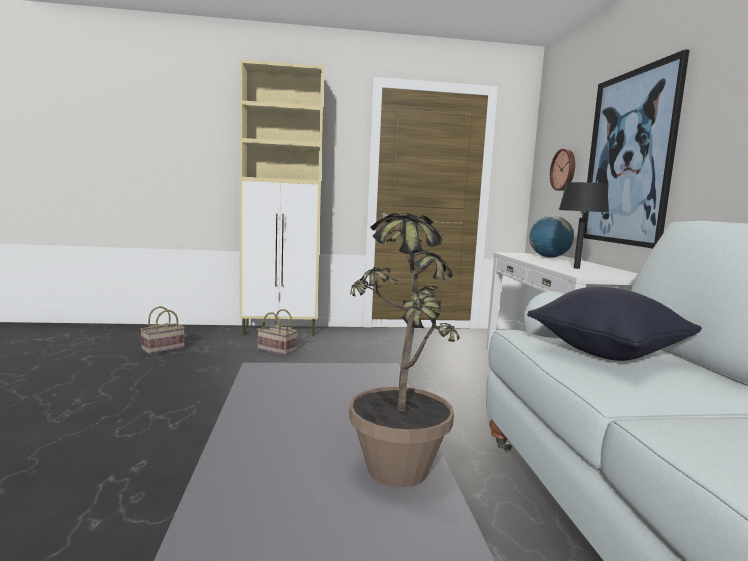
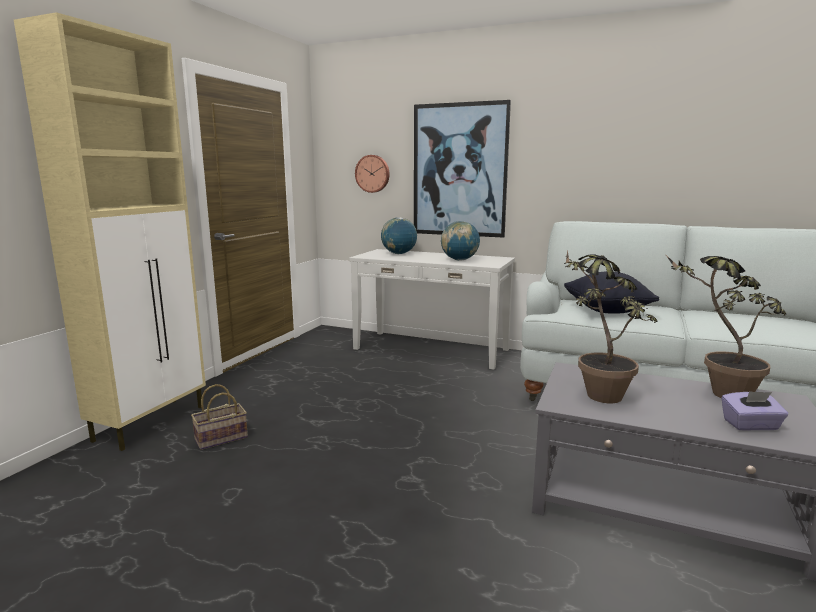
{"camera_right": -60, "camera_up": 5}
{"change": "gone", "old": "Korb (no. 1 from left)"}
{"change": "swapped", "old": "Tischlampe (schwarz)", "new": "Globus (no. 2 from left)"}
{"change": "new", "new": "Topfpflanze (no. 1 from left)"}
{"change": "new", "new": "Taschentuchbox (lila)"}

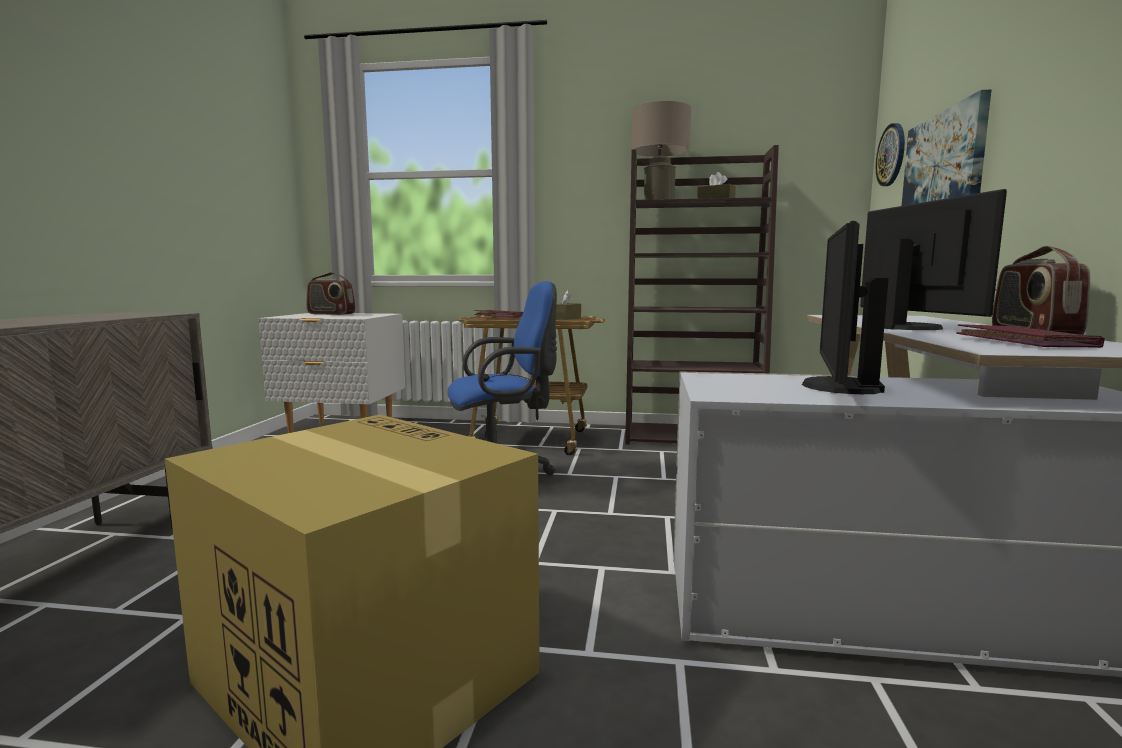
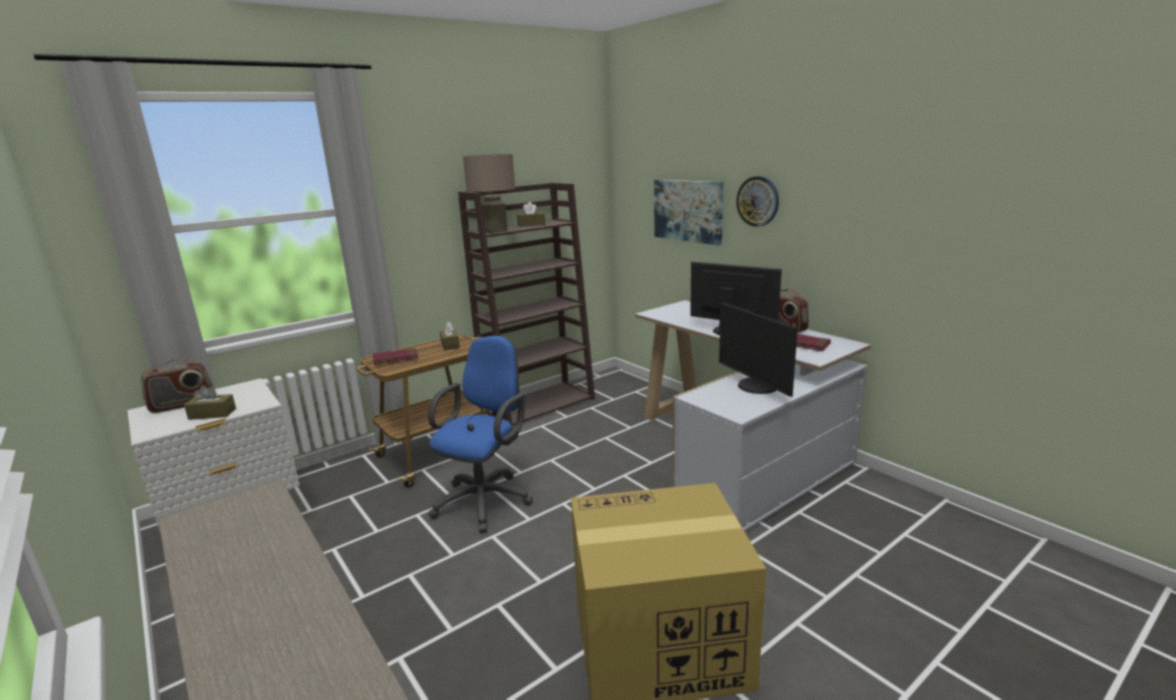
{"camera_right": -45, "camera_up": 10}
{"change": "shifted", "old": "Wanduhr"}
{"change": "new", "new": "Taschentuchbox (braun) (no. 1 from left)"}

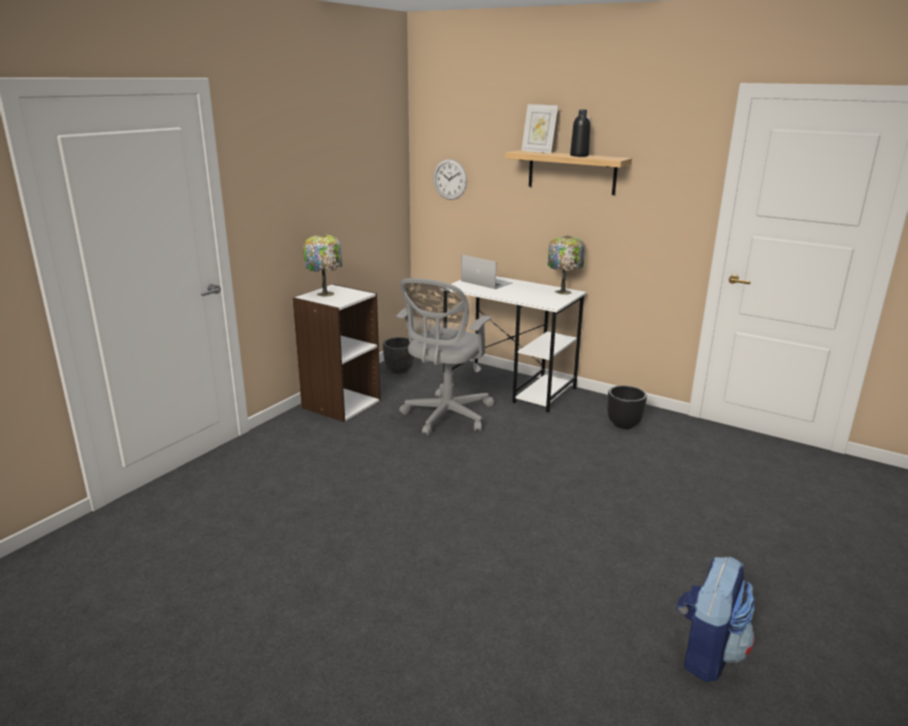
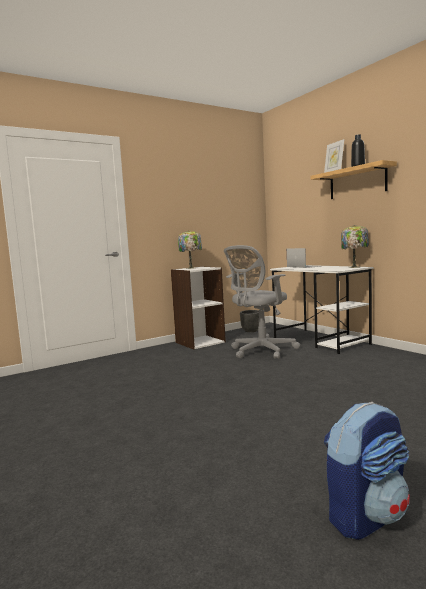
{"camera_right": 25, "camera_up": -15}
{"change": "gone", "old": "Wanduhr"}
{"change": "gone", "old": "Pflanzkübel (schwarz) (no. 2 from left)"}

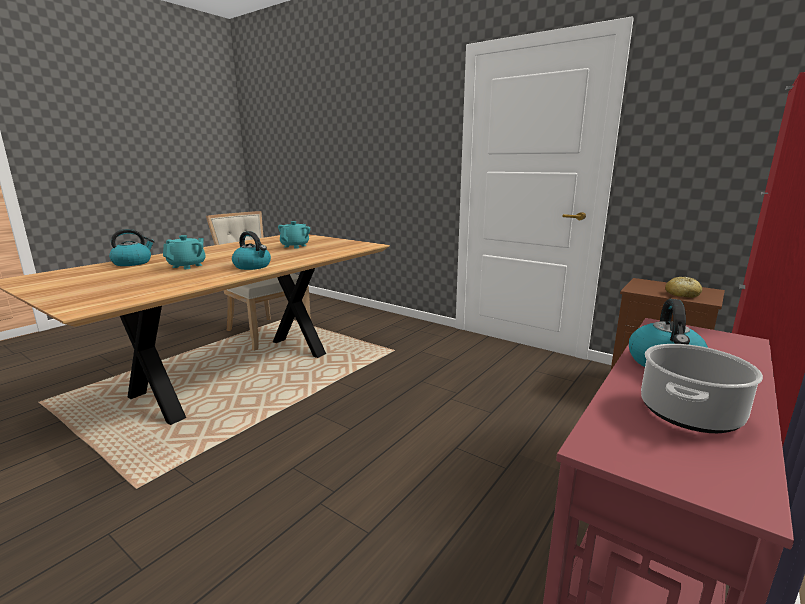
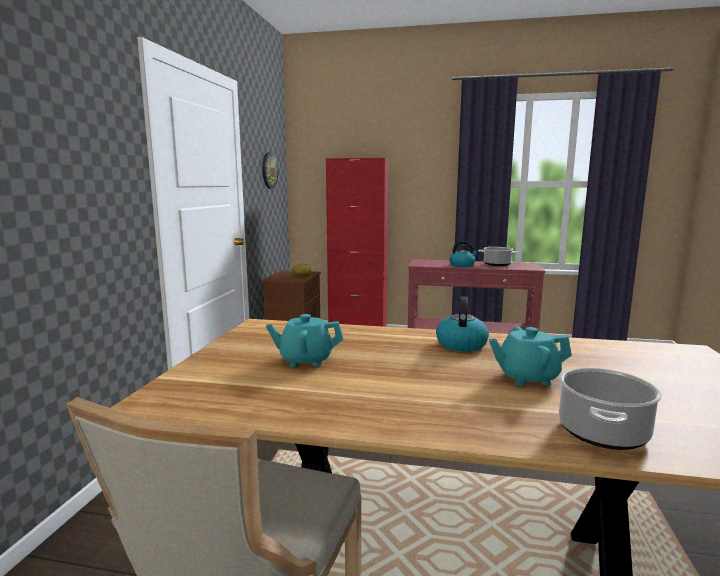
{"camera_right": -115, "camera_up": -5}
{"change": "swapped", "old": "Wasserkessel (no. 1 from left)", "new": "Kochtopf (no. 2 from left)"}
{"change": "new", "new": "Wanduhr"}

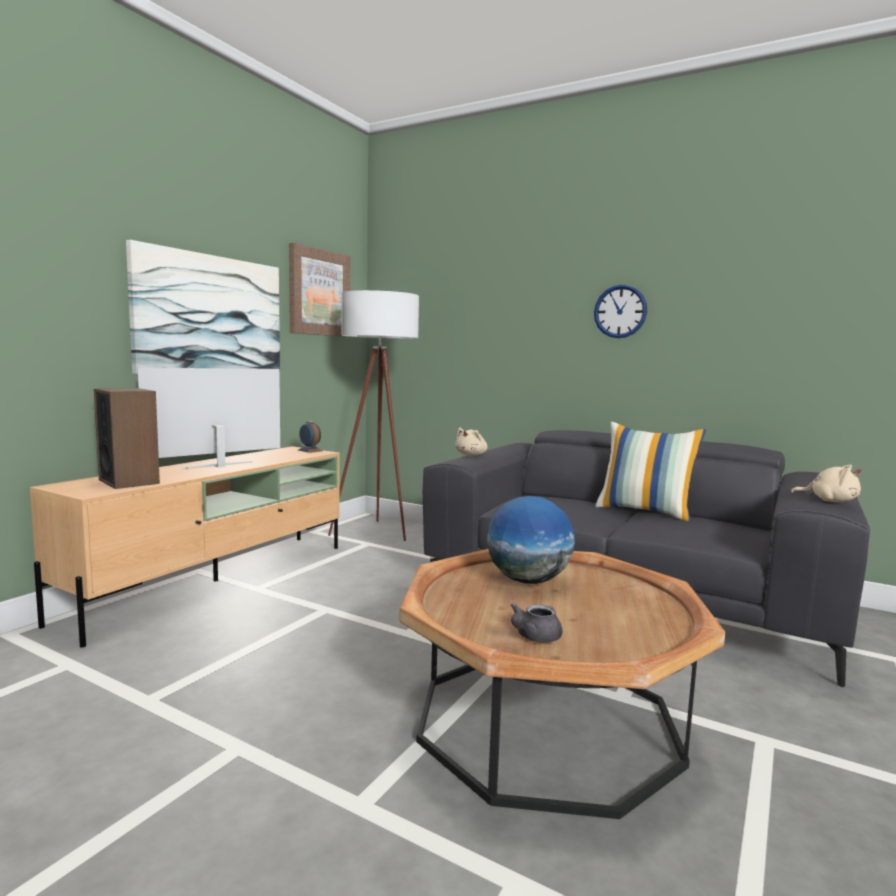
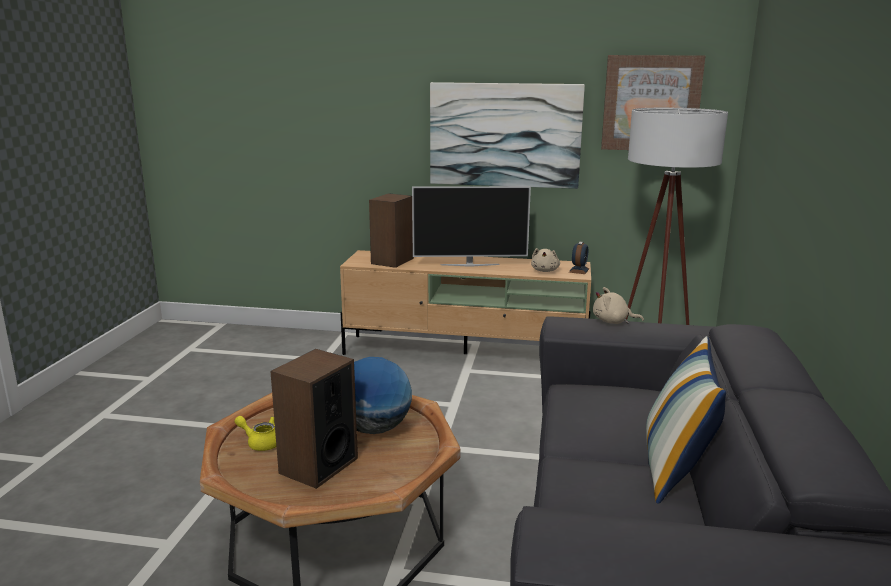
{"camera_right": 70, "camera_up": 10}
{"change": "rotated", "old": "Fernseher", "degrees": 150}
{"change": "repainted", "old": "Teekanne (grau)", "new": "Teekanne (gelb)"}
{"change": "gone", "old": "Wanduhr"}
{"change": "shifted", "old": "Plüschtier (beige) (no. 2 from left in the first image)", "new": "Plüschtier (beige) (no. 1 from left)"}
{"change": "new", "new": "Lautsprecher (no. 1 from left)"}

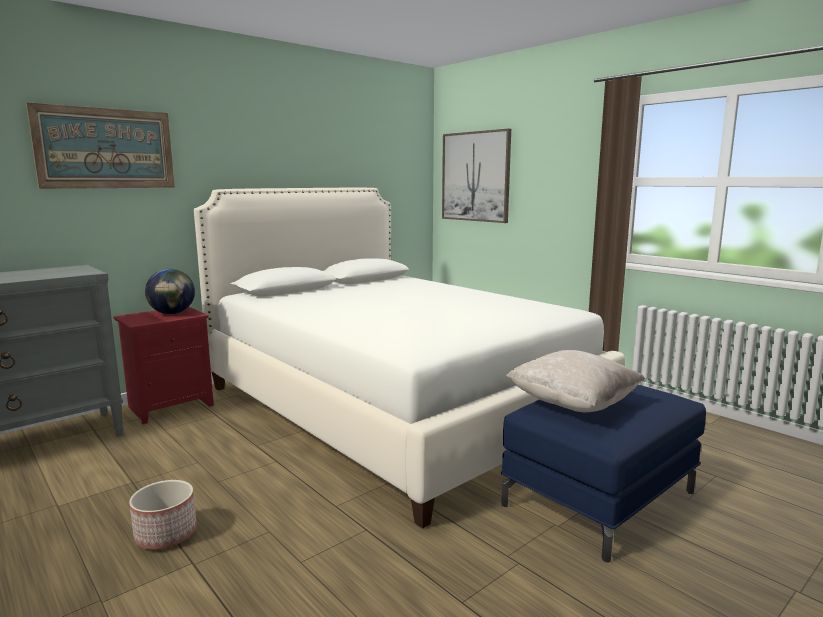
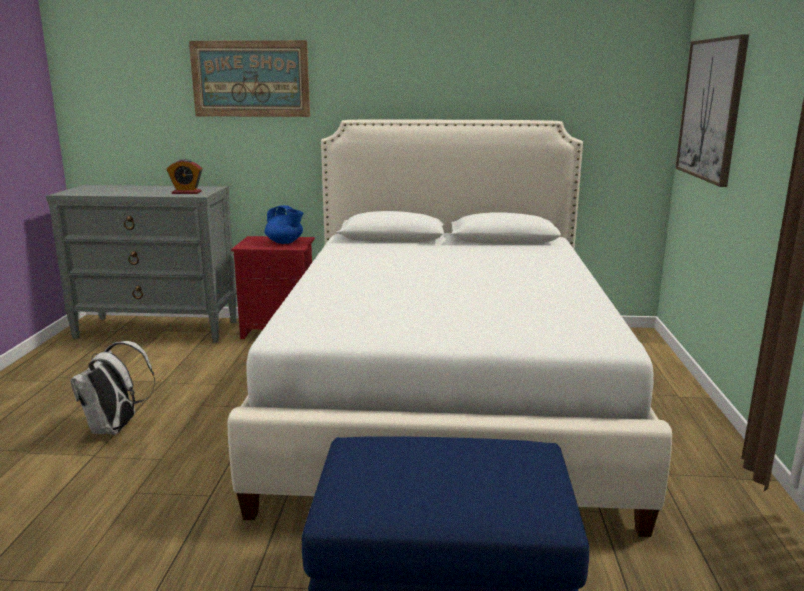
{"camera_right": 45, "camera_up": 5}
{"change": "swapped", "old": "Pflanzkübel", "new": "Rucksack (weiß)"}
{"change": "swapped", "old": "Globus", "new": "Teekanne (blau)"}
{"change": "gone", "old": "Kissen (beige)"}
{"change": "new", "new": "Wecker"}

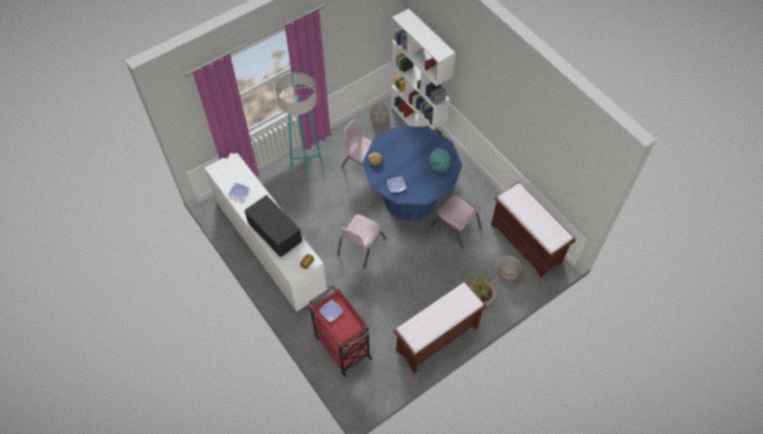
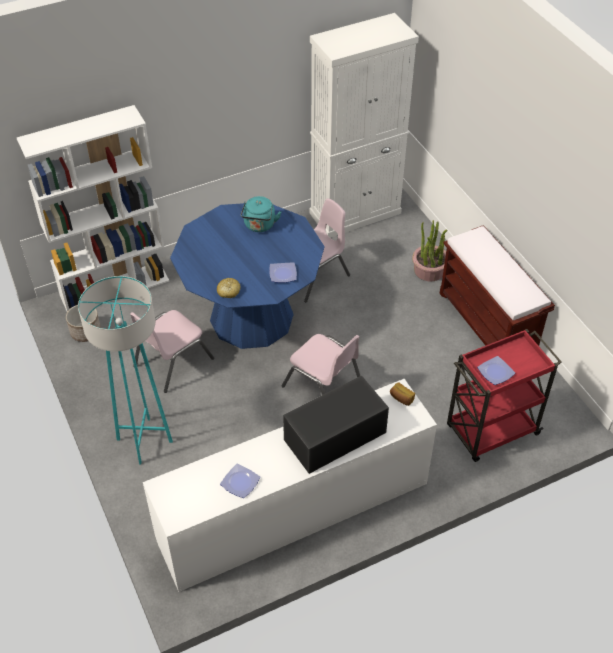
{"camera_right": -80, "camera_up": -10}
{"change": "swapped", "old": "Bank (braun) (no. 2 from left)", "new": "Schrank (weiß)"}
{"change": "gone", "old": "Pflanzkübel (no. 2 from left)"}

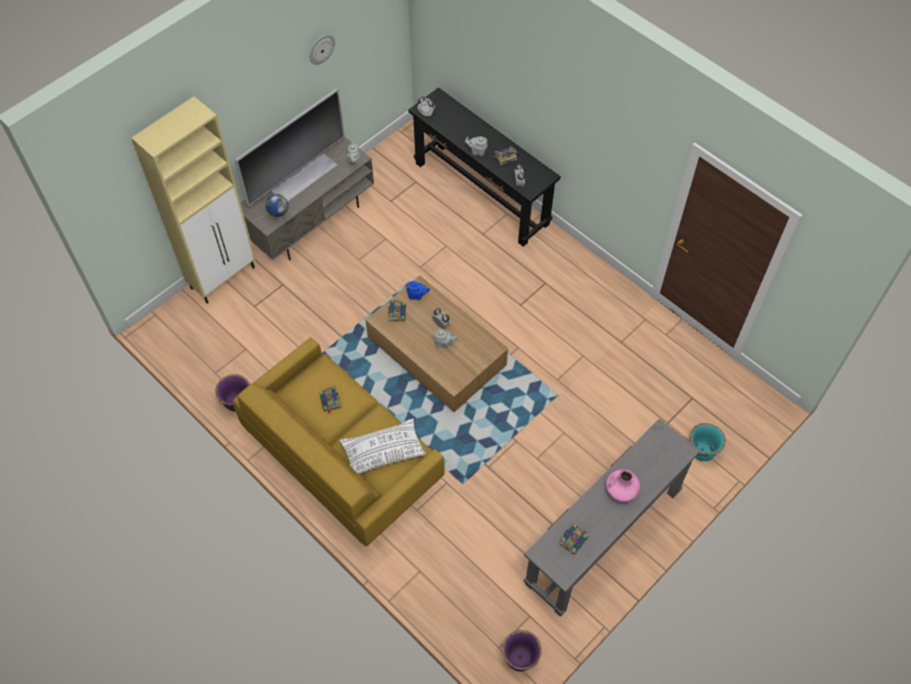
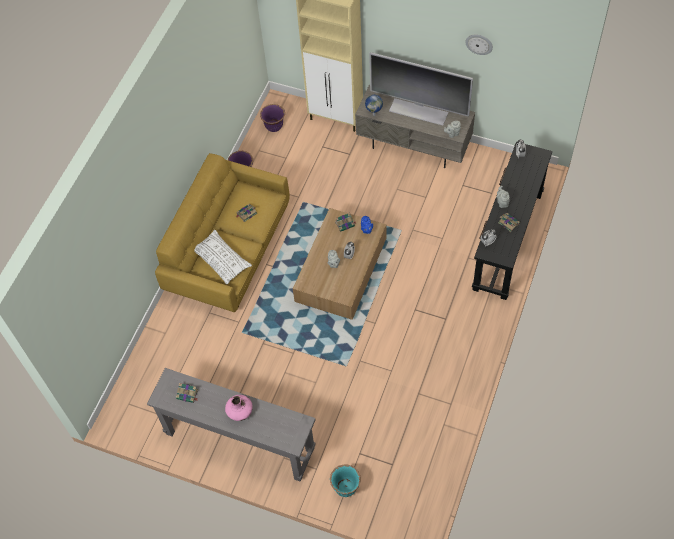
{"camera_right": 70, "camera_up": 0}
{"change": "shifted", "old": "Pflanzkübel (lila) (no. 2 from left)"}

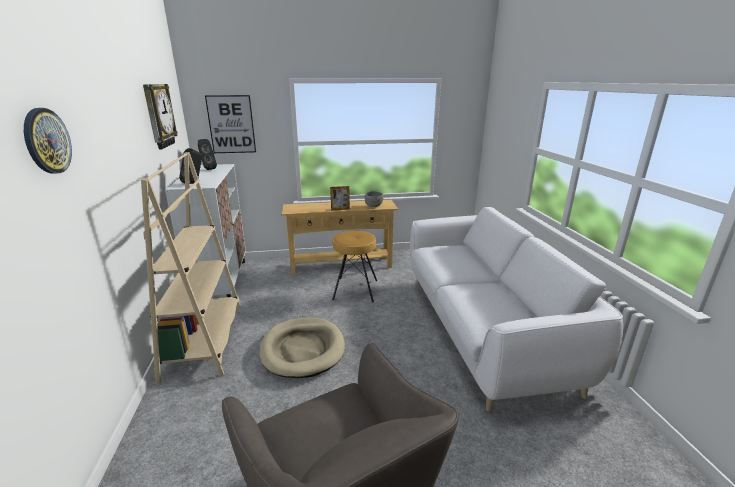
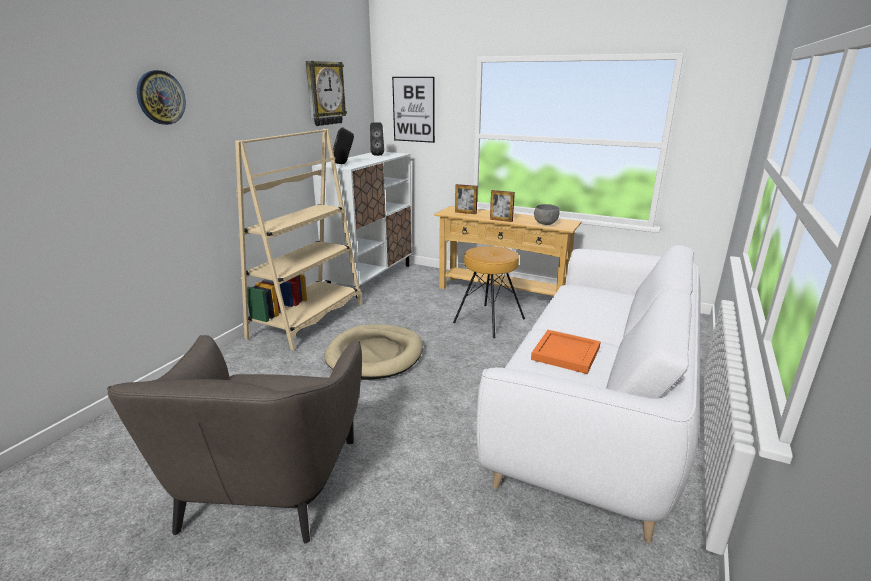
{"camera_right": 35, "camera_up": 0}
{"change": "new", "new": "Bilderrahmen (no. 1 from left)"}
{"change": "new", "new": "Tablett (orange)"}

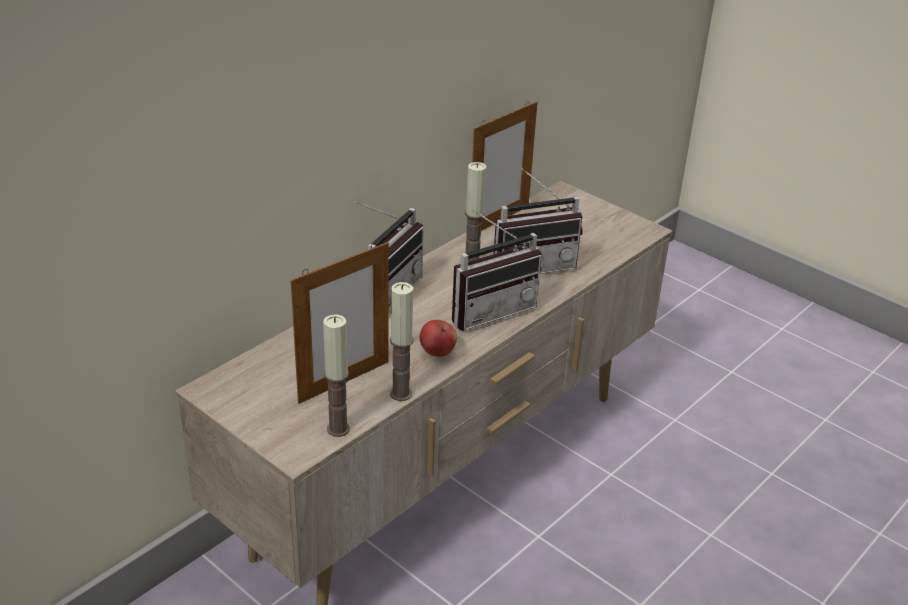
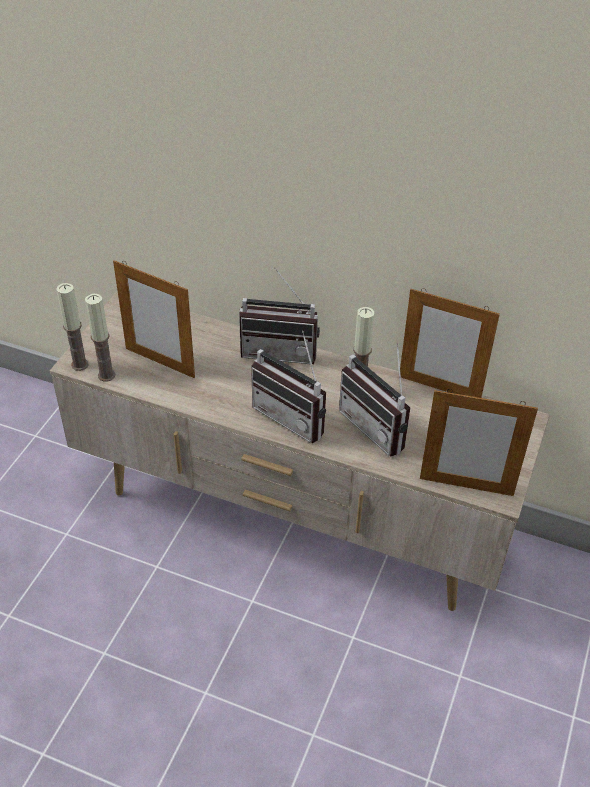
{"camera_right": 70, "camera_up": 10}
{"change": "shifted", "old": "Kerze (no. 2 from left in the first image)", "new": "Kerze (no. 1 from left)"}
{"change": "gone", "old": "Apfel"}
{"change": "new", "new": "Bilderrahmen (no. 3 from left)"}

